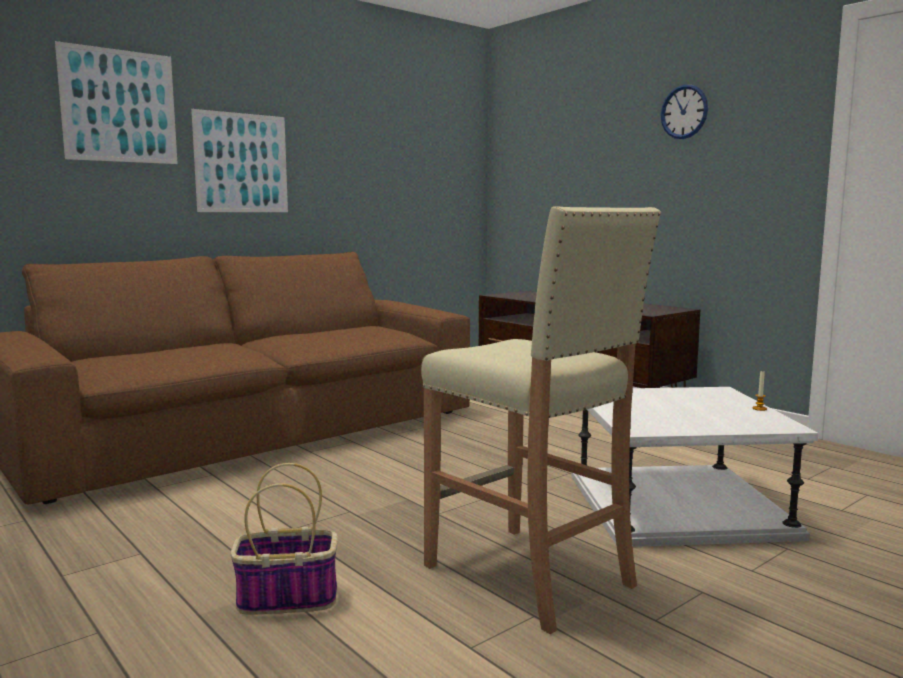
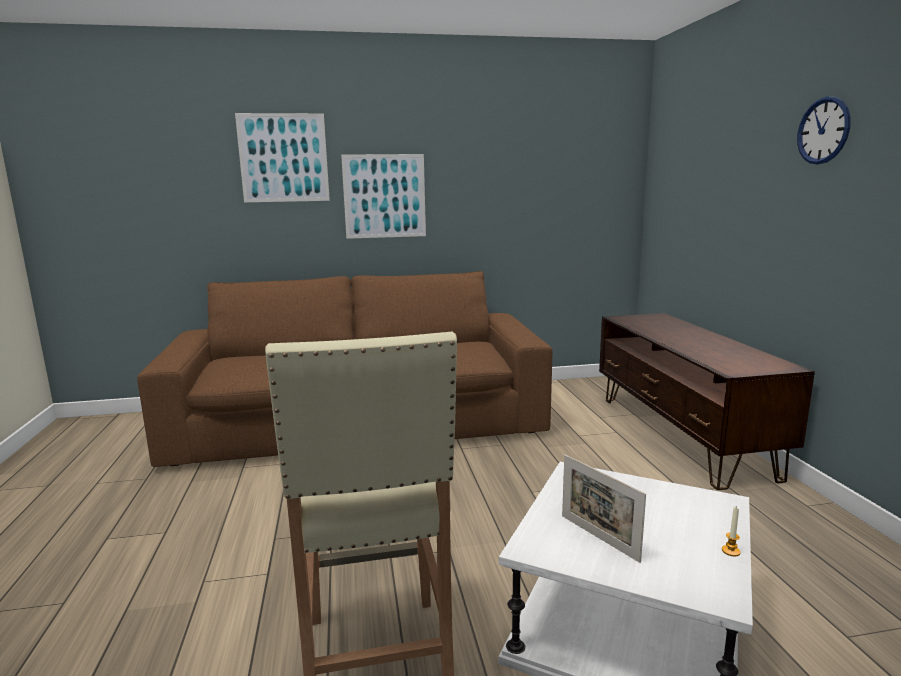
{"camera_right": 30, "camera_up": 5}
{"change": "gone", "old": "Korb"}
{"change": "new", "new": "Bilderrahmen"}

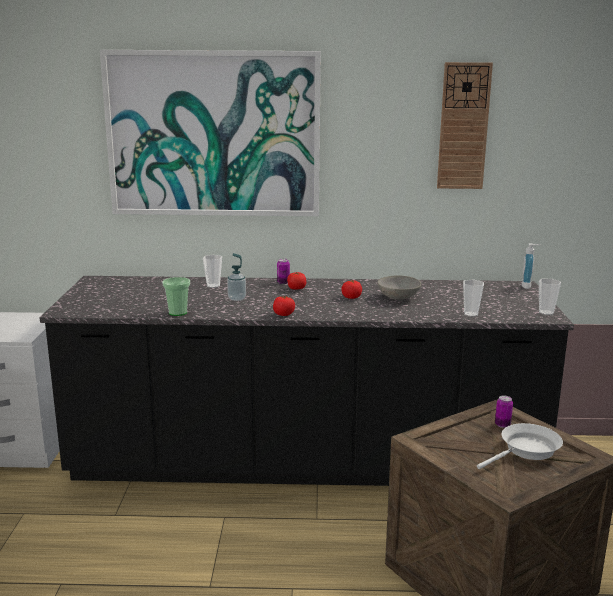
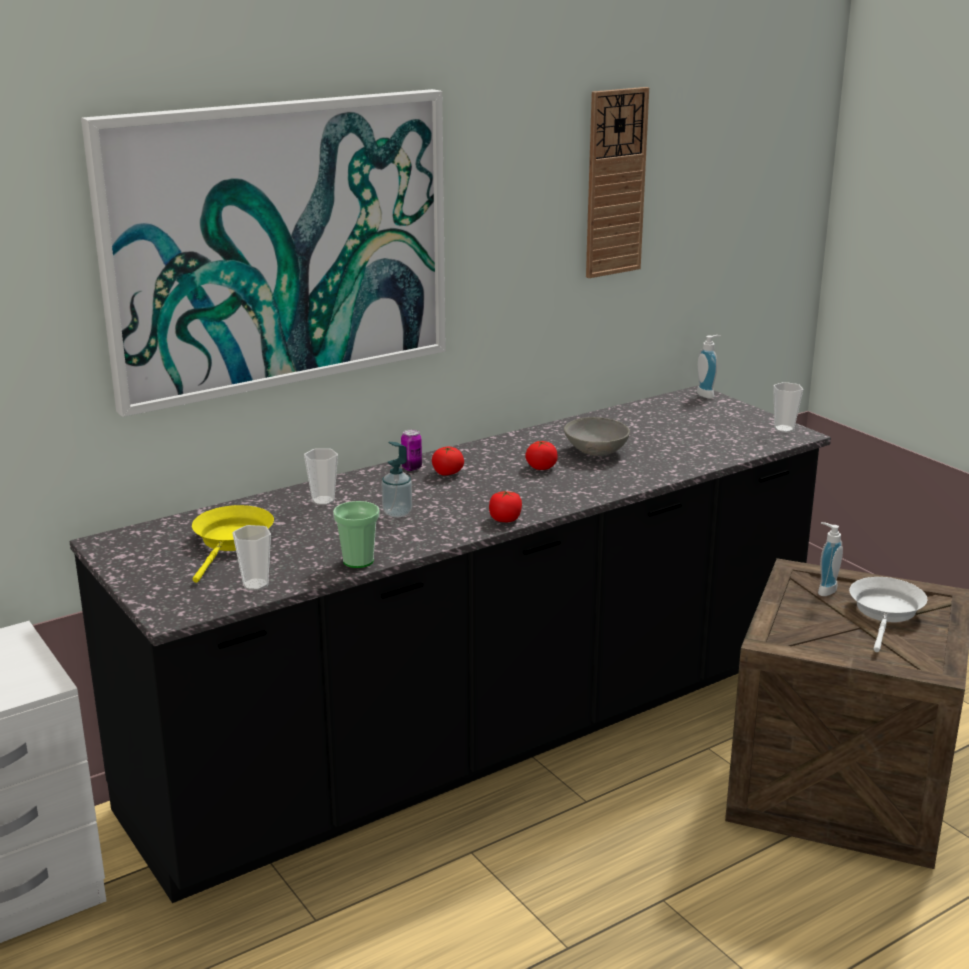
{"camera_right": -35, "camera_up": 5}
{"change": "shifted", "old": "Tasse (no. 3 from left in the first image)", "new": "Tasse (no. 1 from left)"}
{"change": "swapped", "old": "Dose (no. 2 from left)", "new": "Seifenspender (no. 3 from left)"}
{"change": "new", "new": "Pfanne (gelb)"}

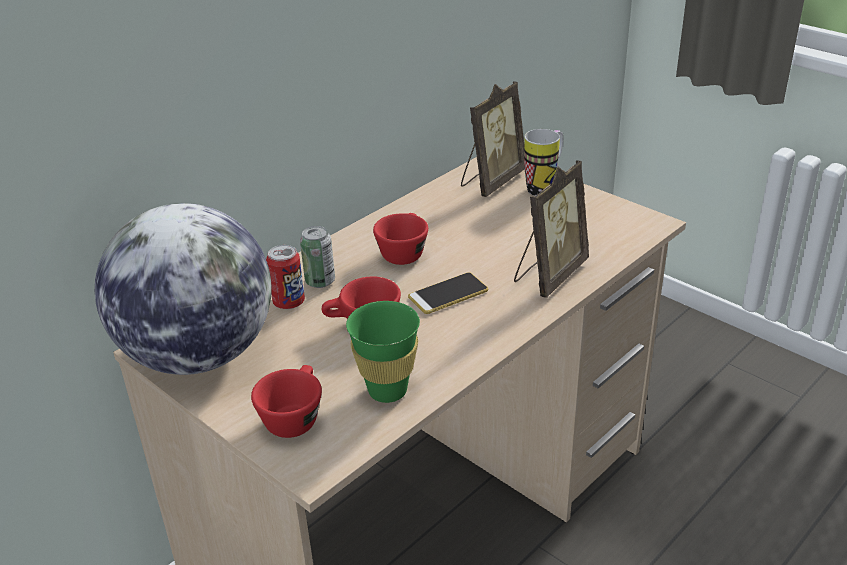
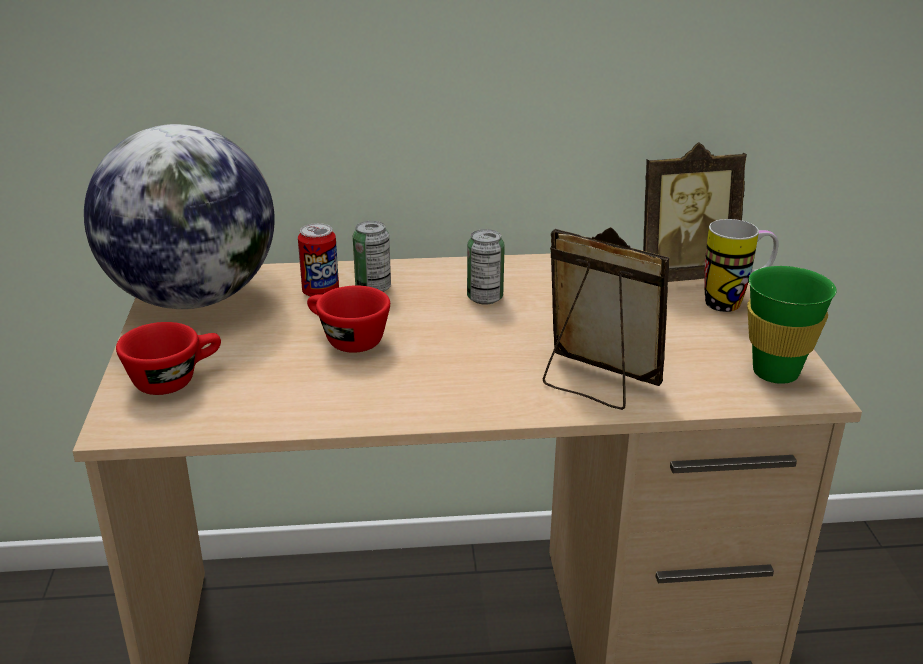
{"camera_right": 40, "camera_up": -5}
{"change": "shifted", "old": "Tasse (grün)"}
{"change": "swapped", "old": "Tasse (rot) (no. 3 from left)", "new": "Dose (no. 3 from left)"}
{"change": "gone", "old": "Handy"}
{"change": "rotated", "old": "Bilderrahmen (no. 2 from left in the first image)", "degrees": -135}

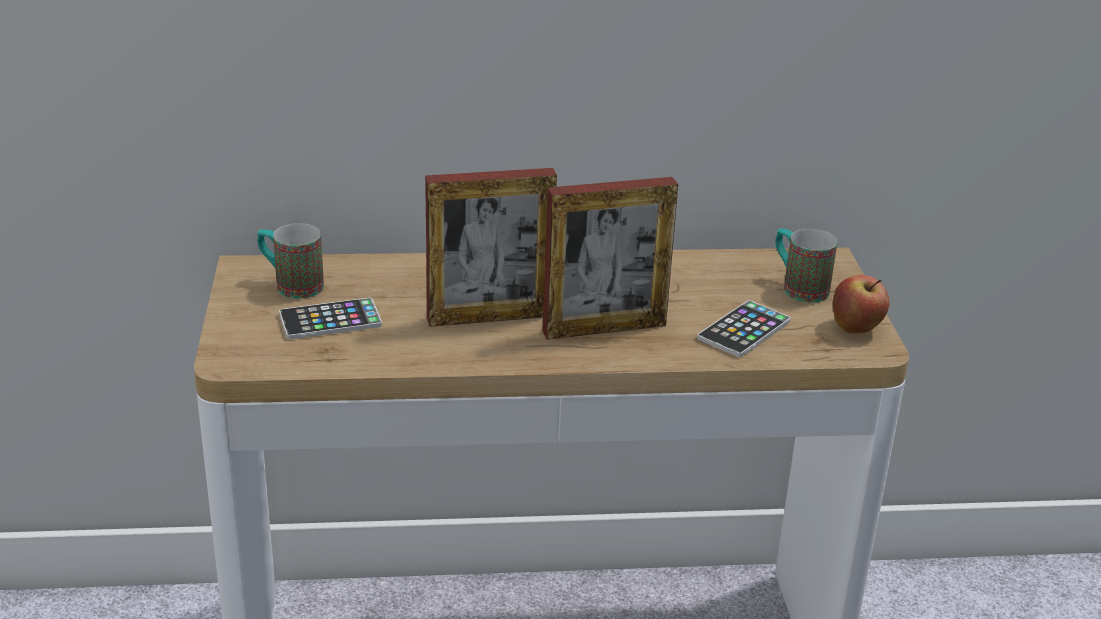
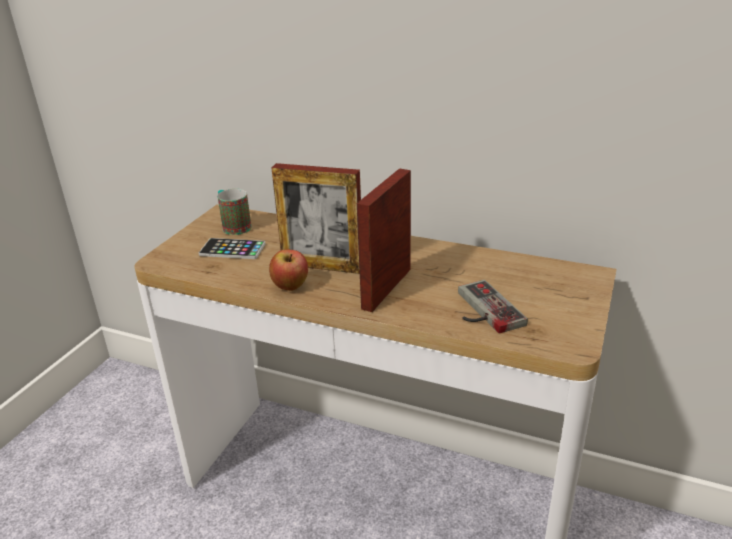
{"camera_right": 30, "camera_up": 0}
{"change": "rotated", "old": "Bilderrahmen (no. 2 from left)", "degrees": 105}
{"change": "swapped", "old": "Handy (no. 2 from left)", "new": "Gamepad"}
{"change": "gone", "old": "Henkelbecher (no. 2 from left)"}
{"change": "shifted", "old": "Apfel"}

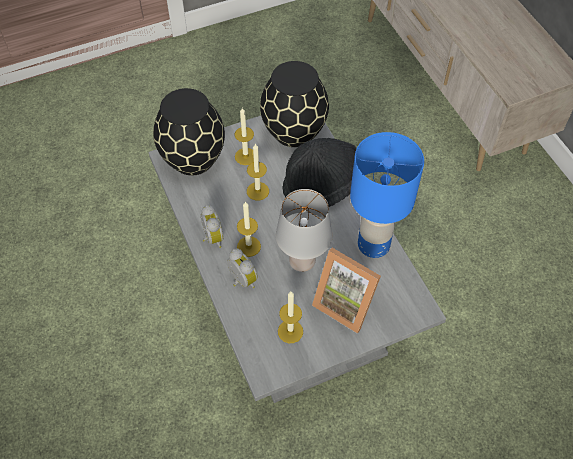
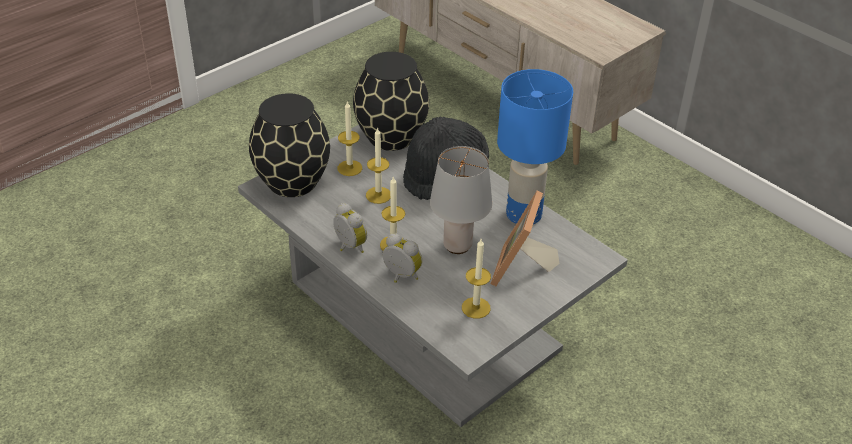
{"camera_right": -20, "camera_up": -15}
{"change": "rotated", "old": "Bilderrahmen", "degrees": 90}

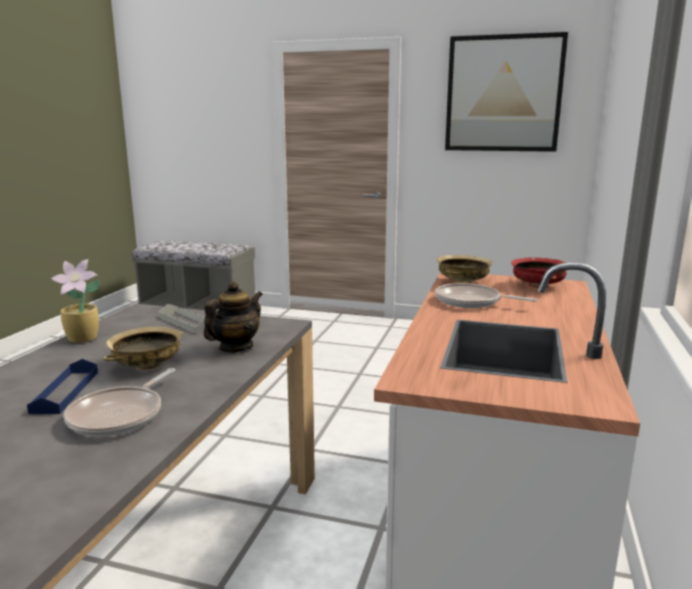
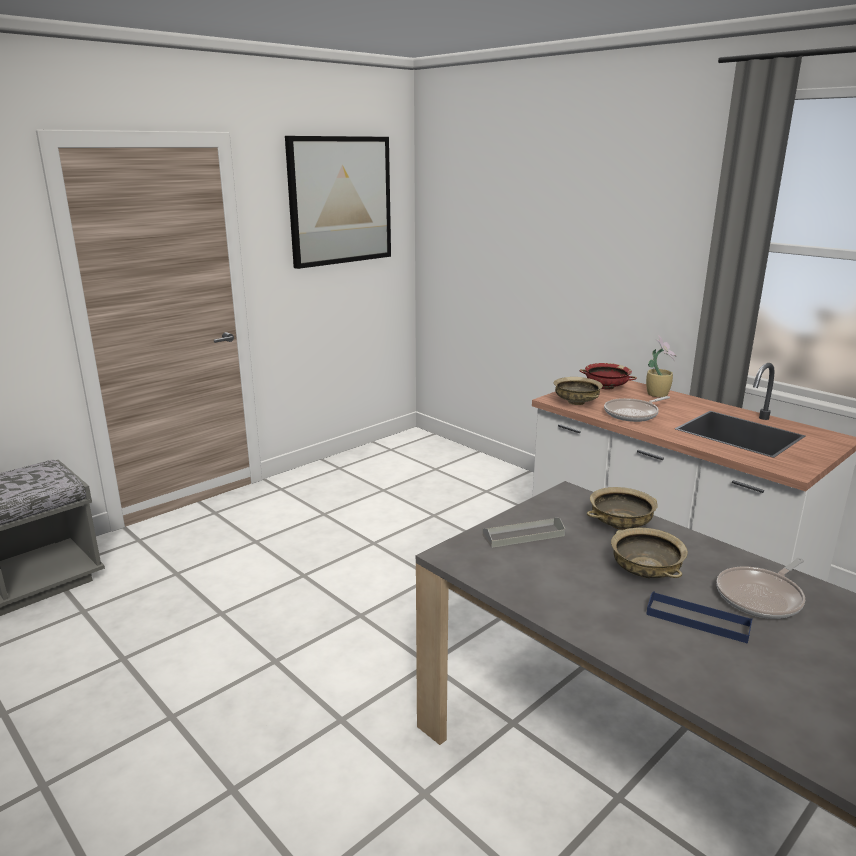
{"camera_right": -60, "camera_up": 5}
{"change": "shifted", "old": "Topfpflanze"}
{"change": "rotated", "old": "Pfanne (no. 1 from left in the first image)", "degrees": 90}
{"change": "swapped", "old": "Teekanne", "new": "Schüssel (beige) (no. 2 from left)"}

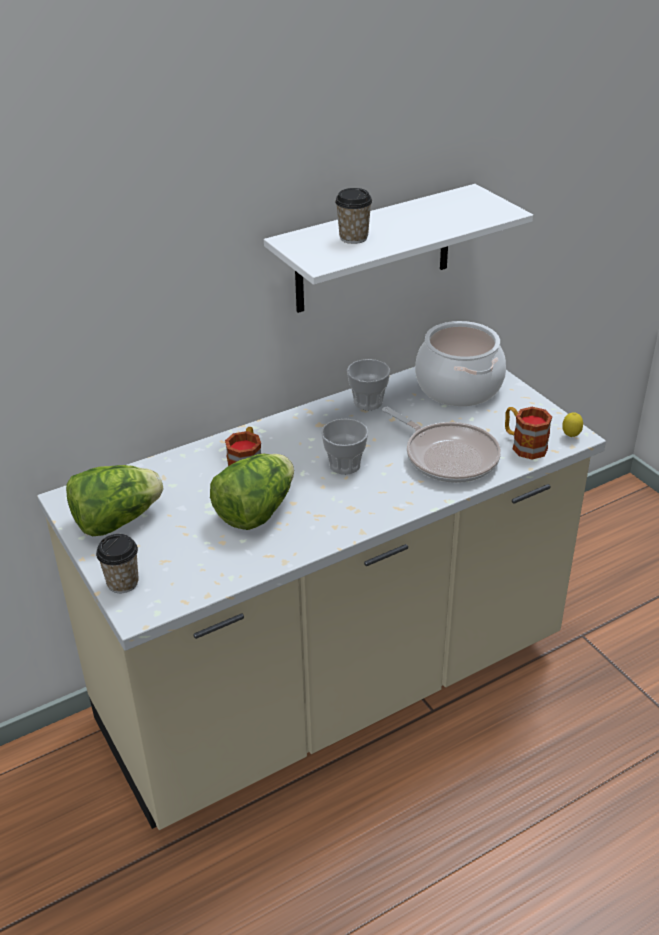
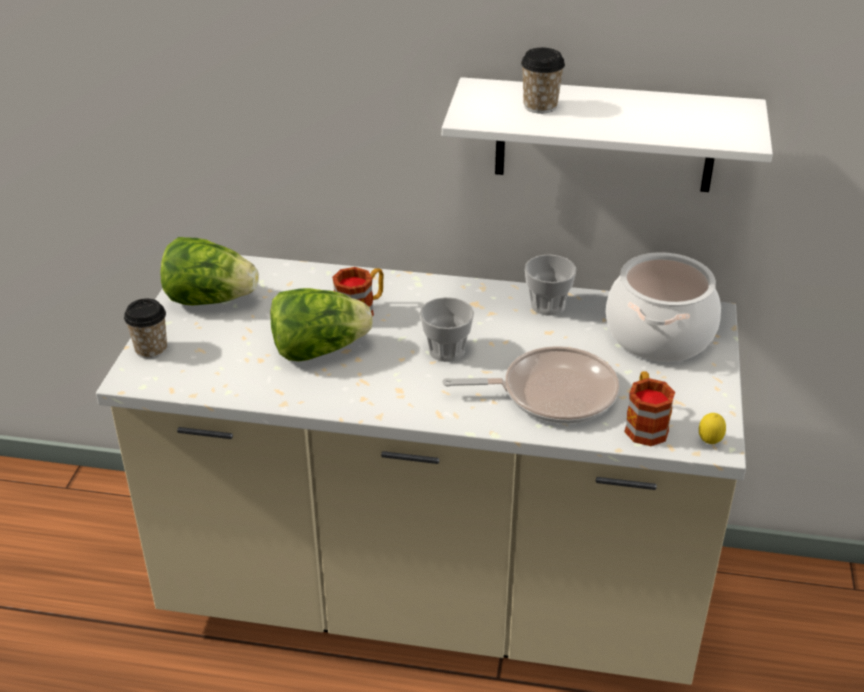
{"camera_right": 40, "camera_up": 0}
{"change": "rotated", "old": "Pfanne", "degrees": -90}

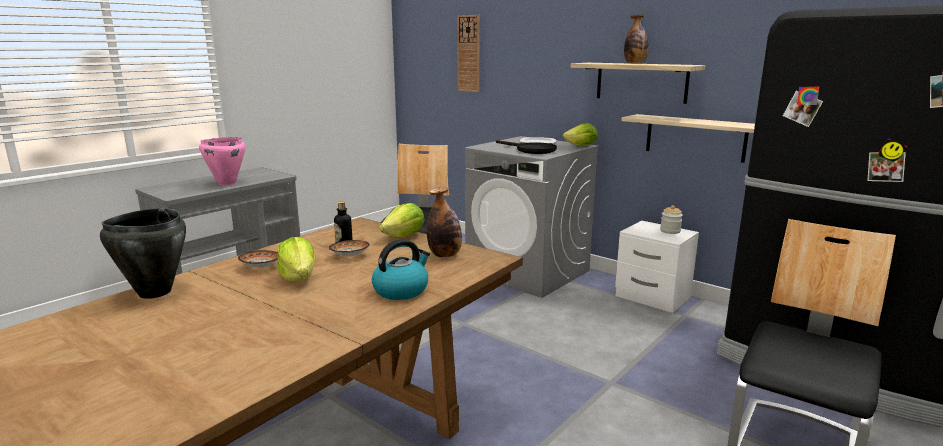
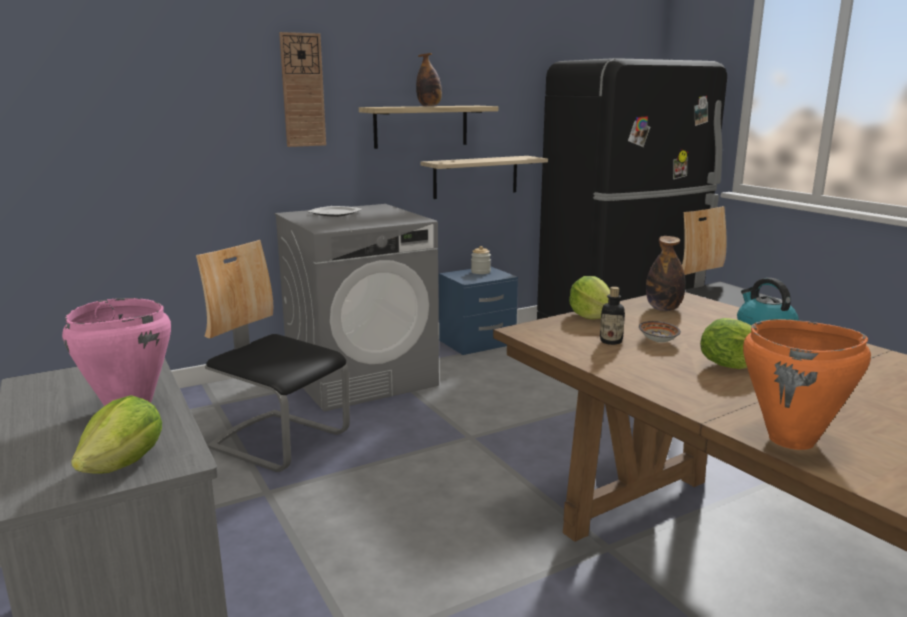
{"camera_right": -70, "camera_up": 0}
{"change": "repainted", "old": "Kochtopf (schwarz)", "new": "Kochtopf (orange)"}
{"change": "gone", "old": "Schüssel (no. 1 from left)"}
{"change": "shifted", "old": "Wanduhr"}
{"change": "gone", "old": "Pfanne (schwarz)"}
{"change": "shifted", "old": "Salatkopf (no. 3 from left in the first image)", "new": "Salatkopf (no. 1 from left)"}
{"change": "repainted", "old": "Nachttisch (weiß)", "new": "Nachttisch (blau)"}

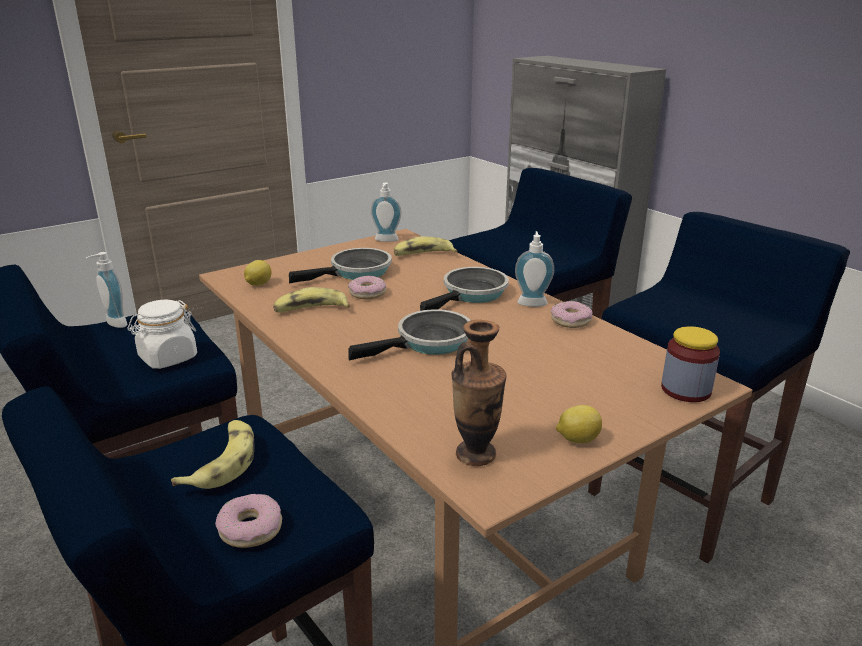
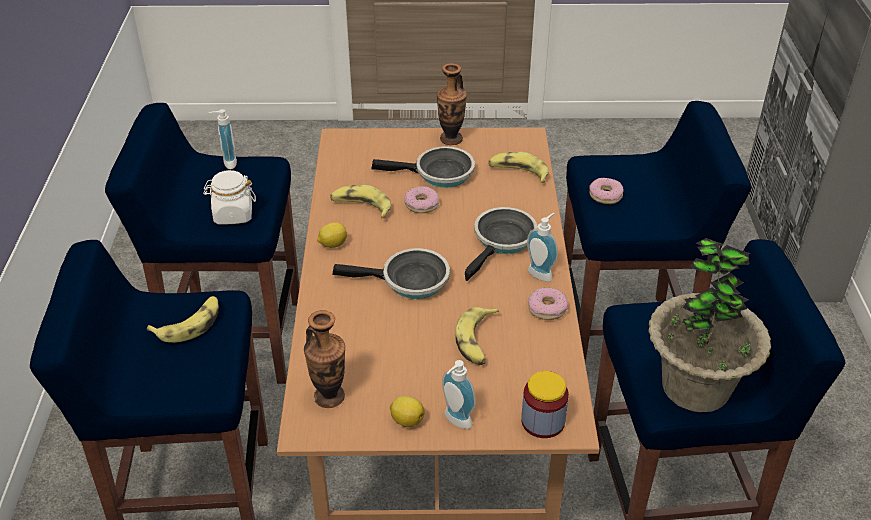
{"camera_right": 35, "camera_up": 15}
{"change": "shifted", "old": "Donut (no. 1 from left in the first image)", "new": "Donut (no. 3 from left)"}
{"change": "shifted", "old": "Zitrone (no. 1 from left)"}
{"change": "shifted", "old": "Seifenspender (no. 2 from left)"}
{"change": "rotated", "old": "Pfanne (no. 3 from left)", "degrees": -45}
{"change": "new", "new": "Vase (no. 2 from left)"}
{"change": "new", "new": "Banane (no. 3 from left)"}
{"change": "new", "new": "Topfpflanze"}

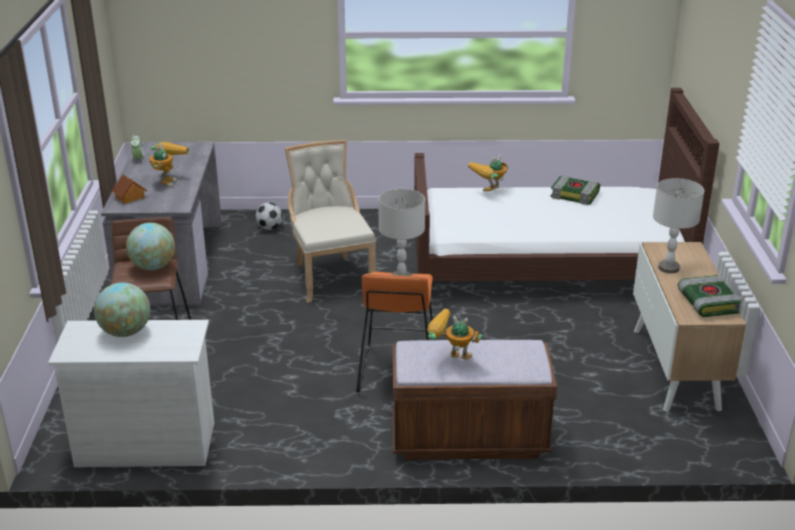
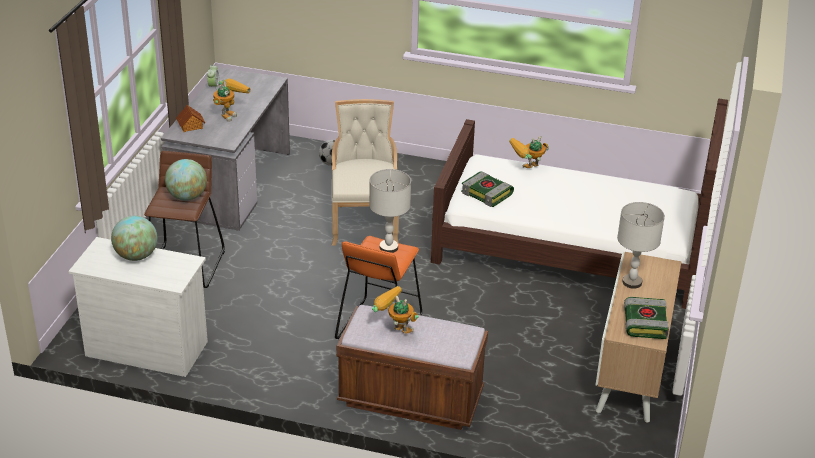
{"camera_right": 15, "camera_up": 5}
{"change": "shifted", "old": "Buch (no. 1 from left)"}

